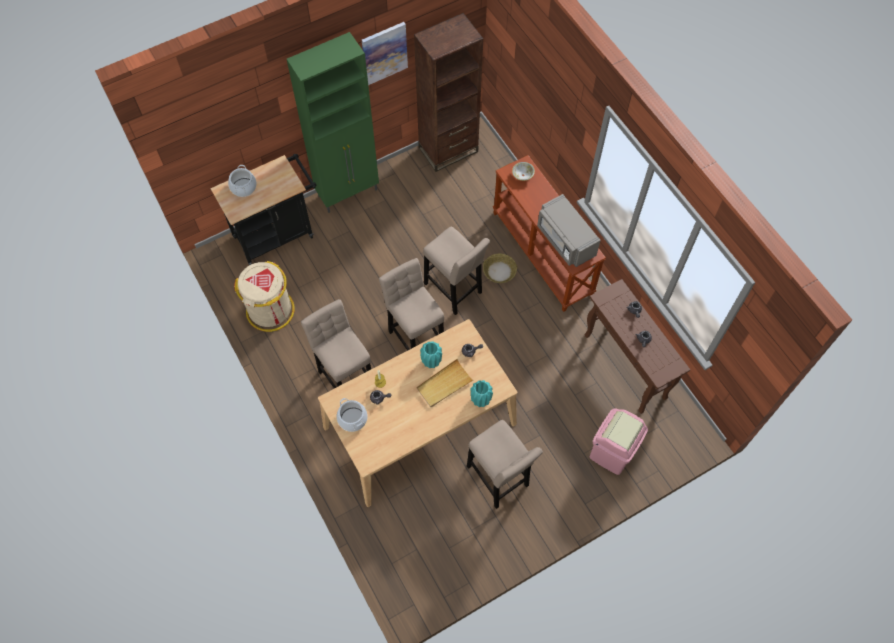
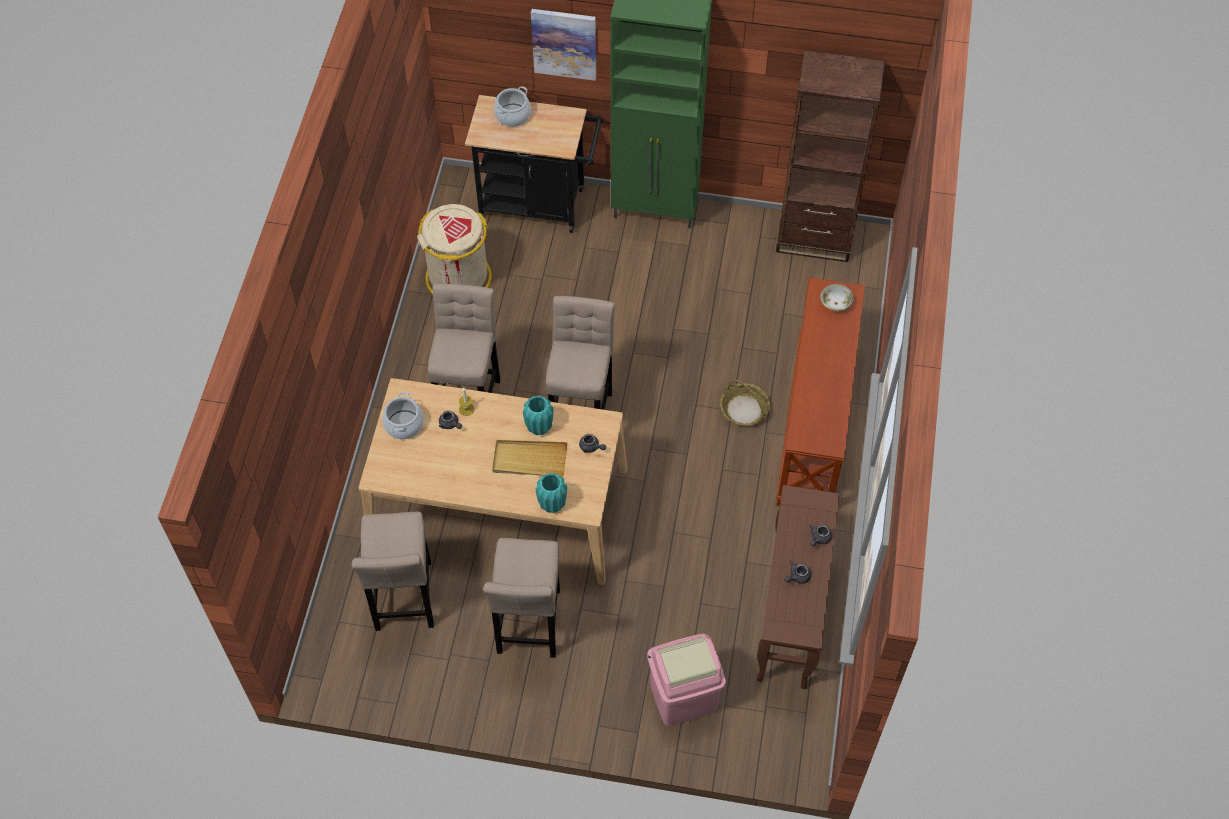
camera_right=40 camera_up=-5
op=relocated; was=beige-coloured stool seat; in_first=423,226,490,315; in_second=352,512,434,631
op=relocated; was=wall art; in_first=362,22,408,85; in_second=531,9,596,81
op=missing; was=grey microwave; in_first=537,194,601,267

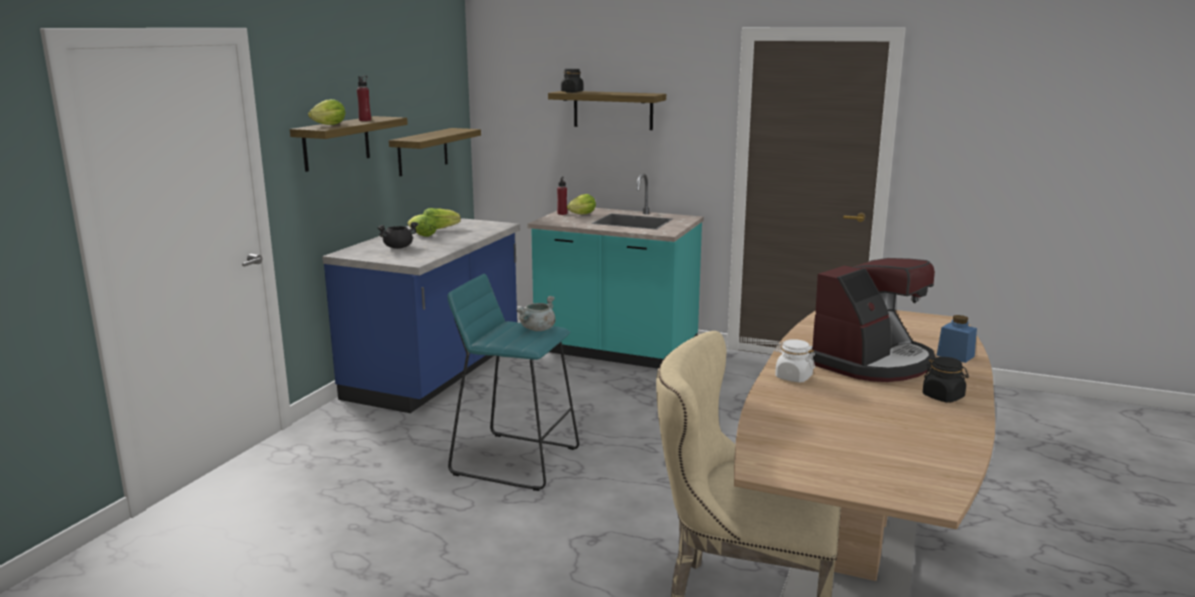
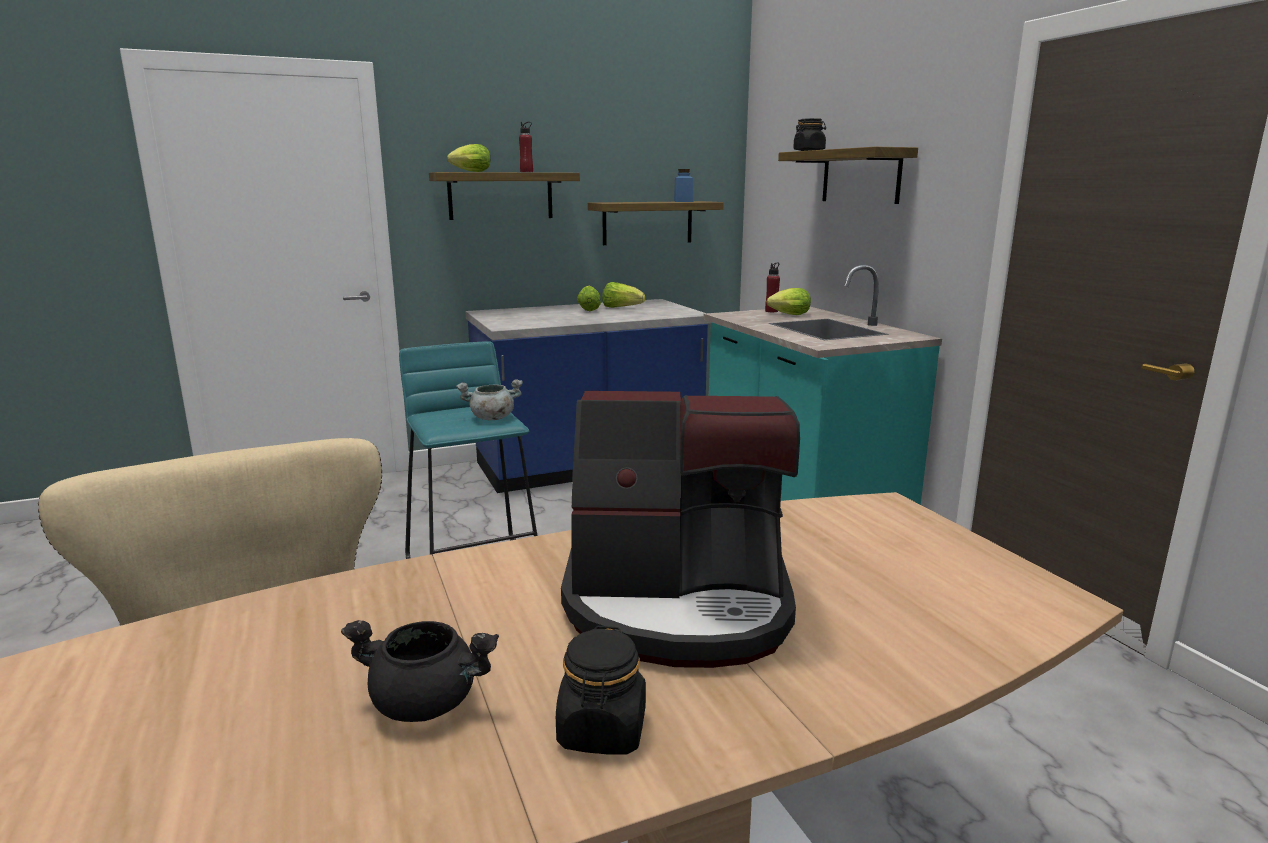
camera_right=45 camera_up=0
op=relocated; was=black-coloured saucepot; in_first=377,222,418,249; in_second=341,620,499,722
op=relocated; was=bluish jar; in_first=936,315,977,363; in_second=674,169,693,202
op=missing; was=whitish jar; in_first=775,339,815,383

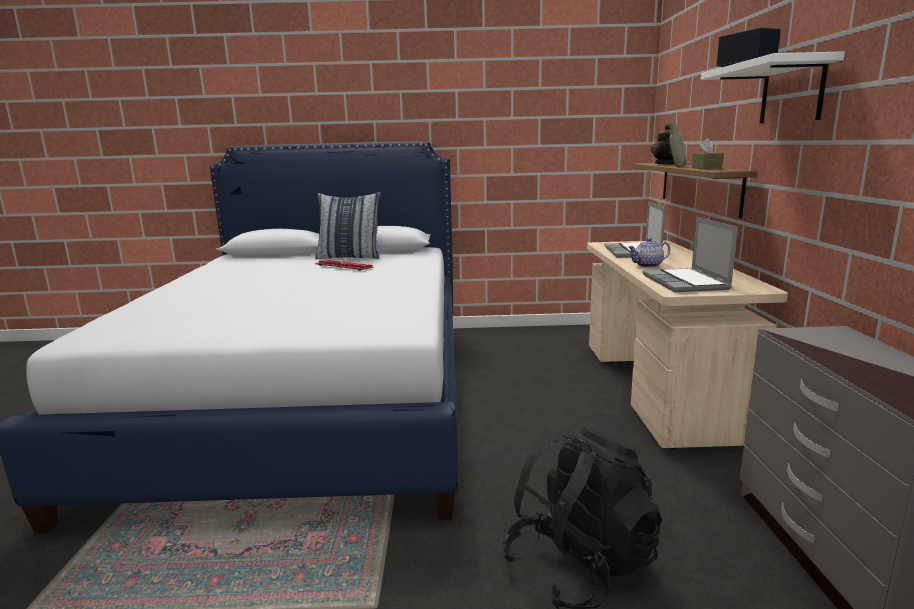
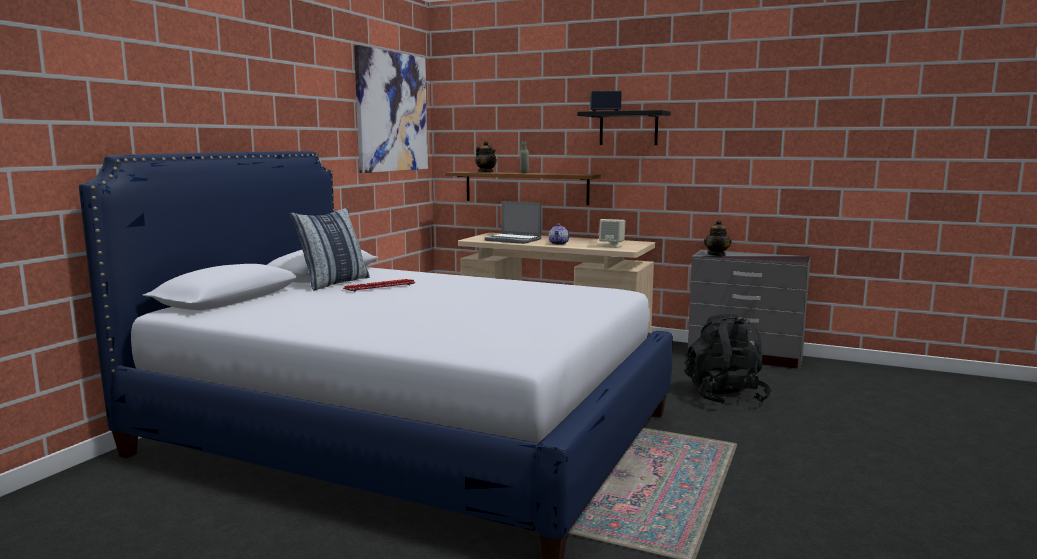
camera_right=-65 camera_up=-5
op=appeared; now=wall art; in_second=354,45,428,173
op=colour; was=whitish bracket shelf; now=black-coloured bracket shelf; in_first=701,51,845,124; in_second=577,110,671,145
op=exchanged; was=notebook computer; now=beige-coloured audio speaker; in_first=642,217,738,292; in_second=599,219,625,248
op=appeared; now=teapot; in_second=704,219,732,256
op=missing; was=brownish tissue holder; in_first=692,138,724,170

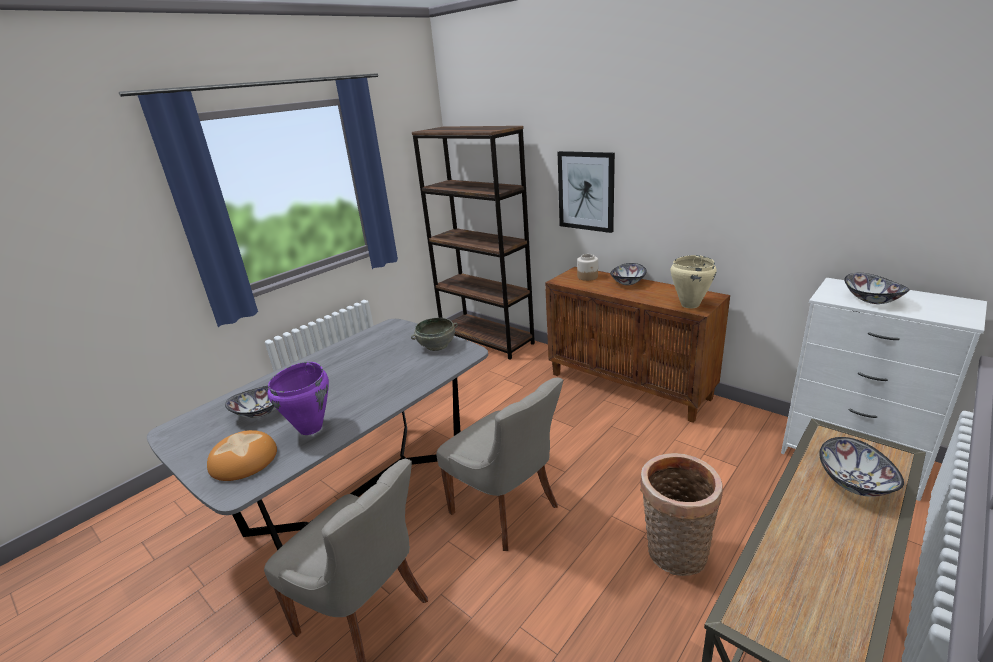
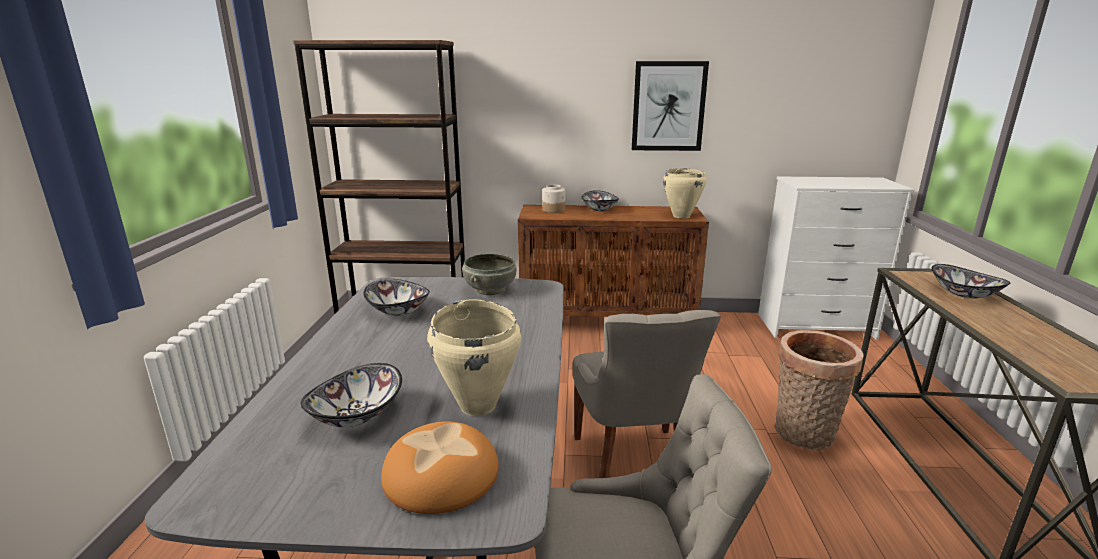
camera_right=-40 camera_up=-5
op=relocated; was=serving bowl; in_first=844,273,910,304; in_second=363,279,430,316
op=colour; was=purple saucepot; now=beige-coloured saucepot; in_first=268,362,329,435; in_second=427,299,521,416
op=spun; was=grey chair; in_first=436,377,563,551; in_second=573,310,721,478; clockwise=75
op=relocated; was=wall art; in_first=558,151,615,233; in_second=632,61,709,151

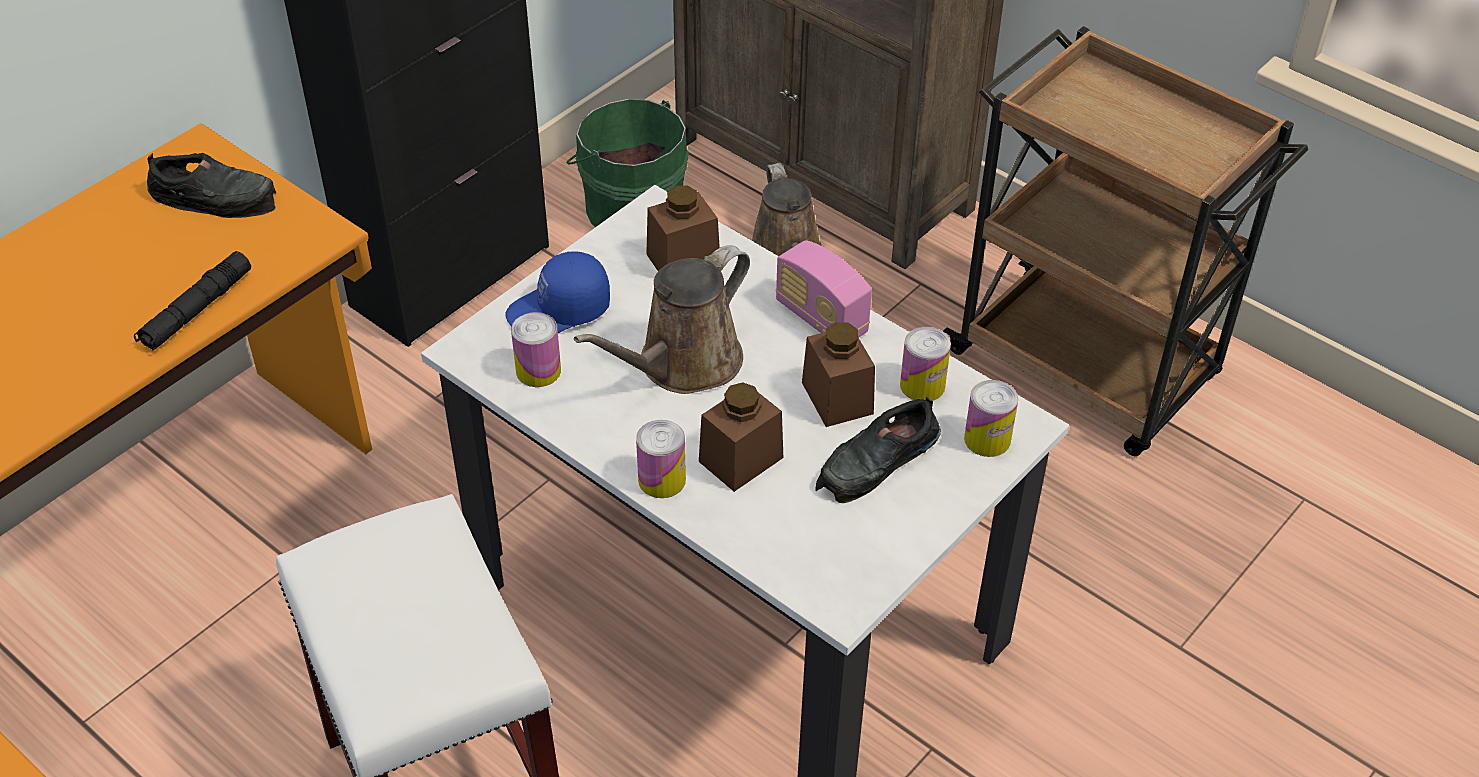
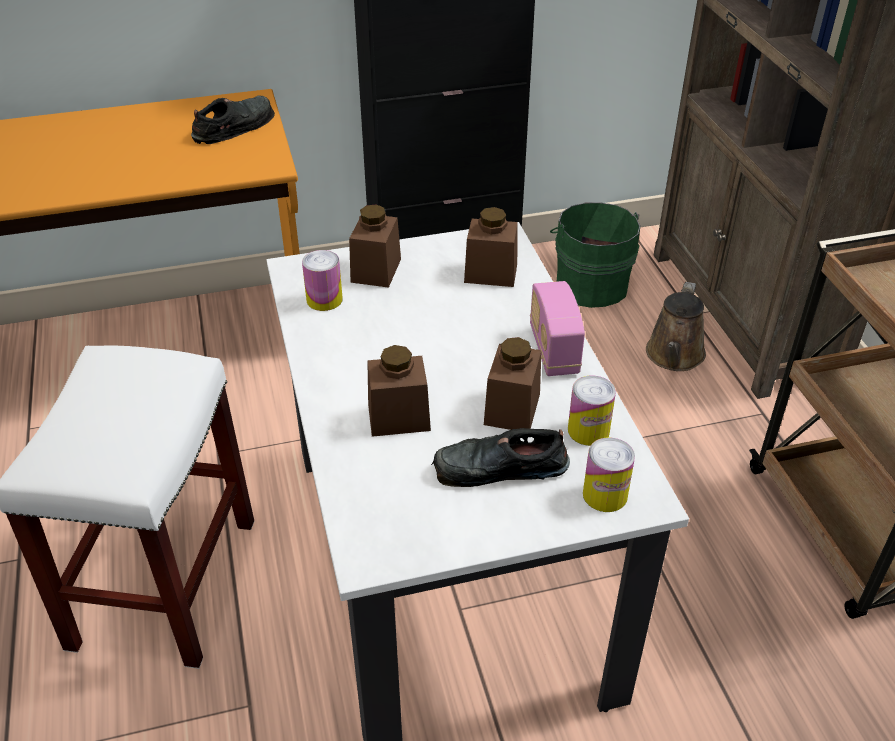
camera_right=35 camera_up=-5
op=spun; was=black-coloured low shoe; in_first=147,153,276,218; in_second=191,96,275,144; clockwise=-90
op=exchanged; was=bluish cap; now=brownish jar; in_first=505,251,610,333; in_second=349,205,401,288
op=missing; was=black-coloured flashlight; in_first=134,251,251,351
op=missing; was=brownish watering pot; in_first=574,245,750,394
op=missing; was=can; in_first=636,420,686,498

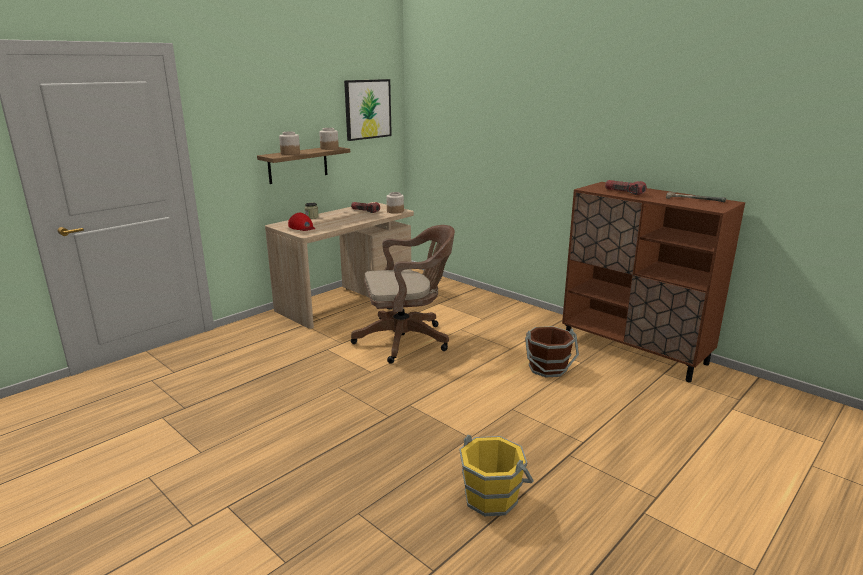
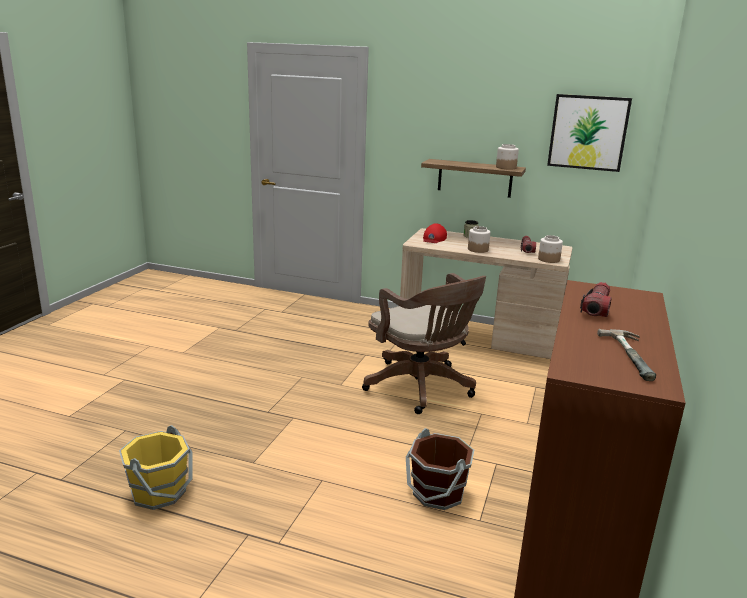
camera_right=65 camera_up=0
op=relocated; was=jar; in_first=279,132,300,155; in_second=468,226,490,253

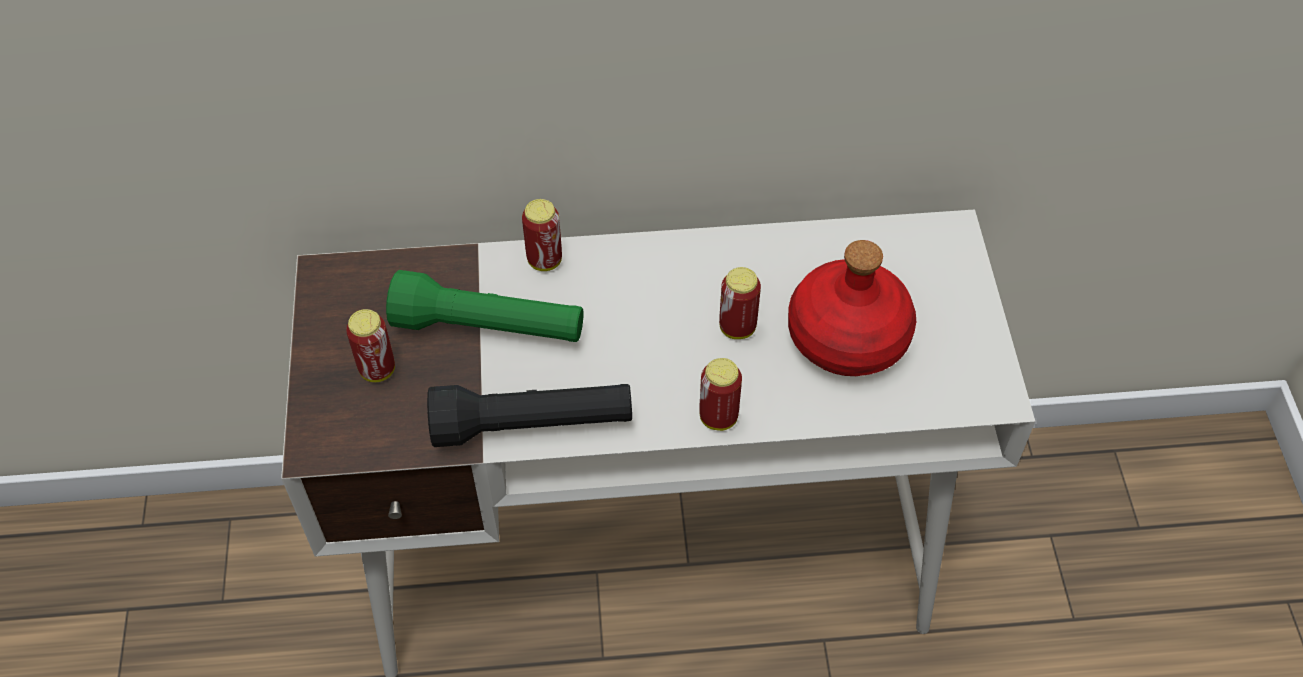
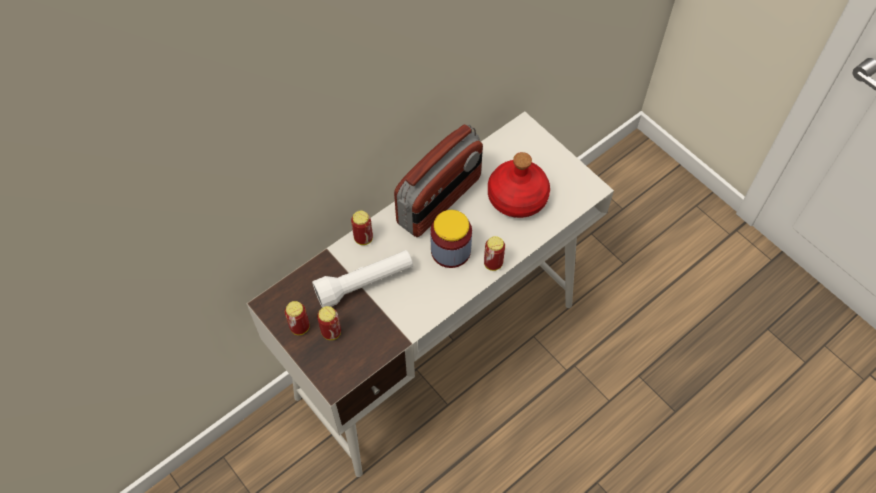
camera_right=-35 camera_up=5
op=relocated; was=can; in_first=719,267,761,339; in_second=285,301,310,335
op=colour; was=green-coloured flashlight; now=whitish flashlight; in_first=386,270,584,342; in_second=312,250,413,308
op=appeared; now=radio; in_second=394,124,483,237
op=appeared; now=jar; in_second=430,210,472,268
op=missing; was=black-coloured flashlight; in_first=427,384,632,447

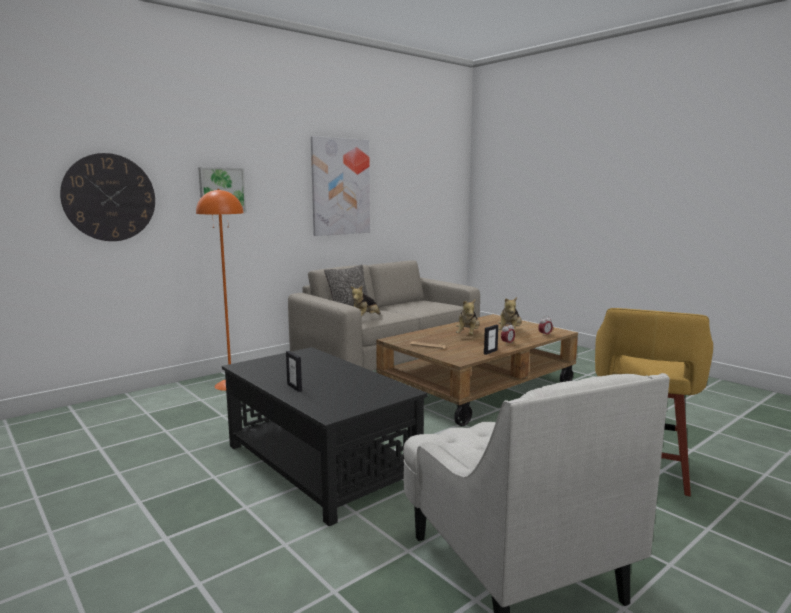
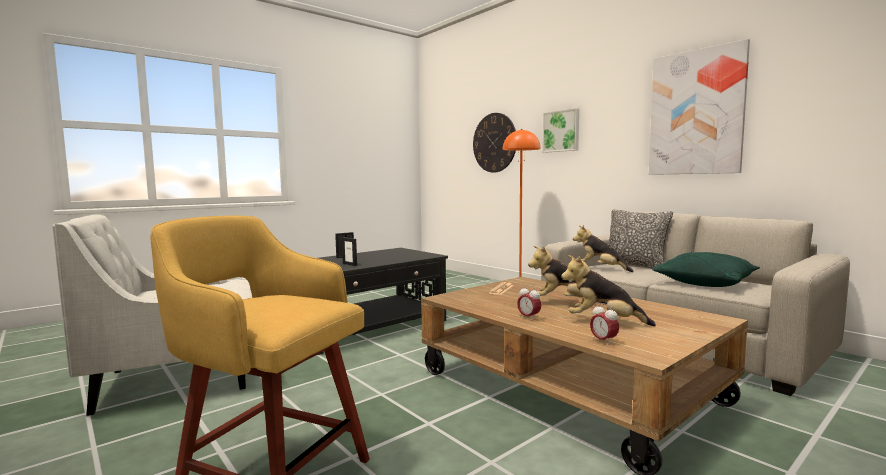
camera_right=90 camera_up=-5
op=relocated; was=standing frame; in_first=484,325,498,355; in_second=342,237,357,266
op=appeared; now=green-coloured pillow; in_second=652,252,760,287

